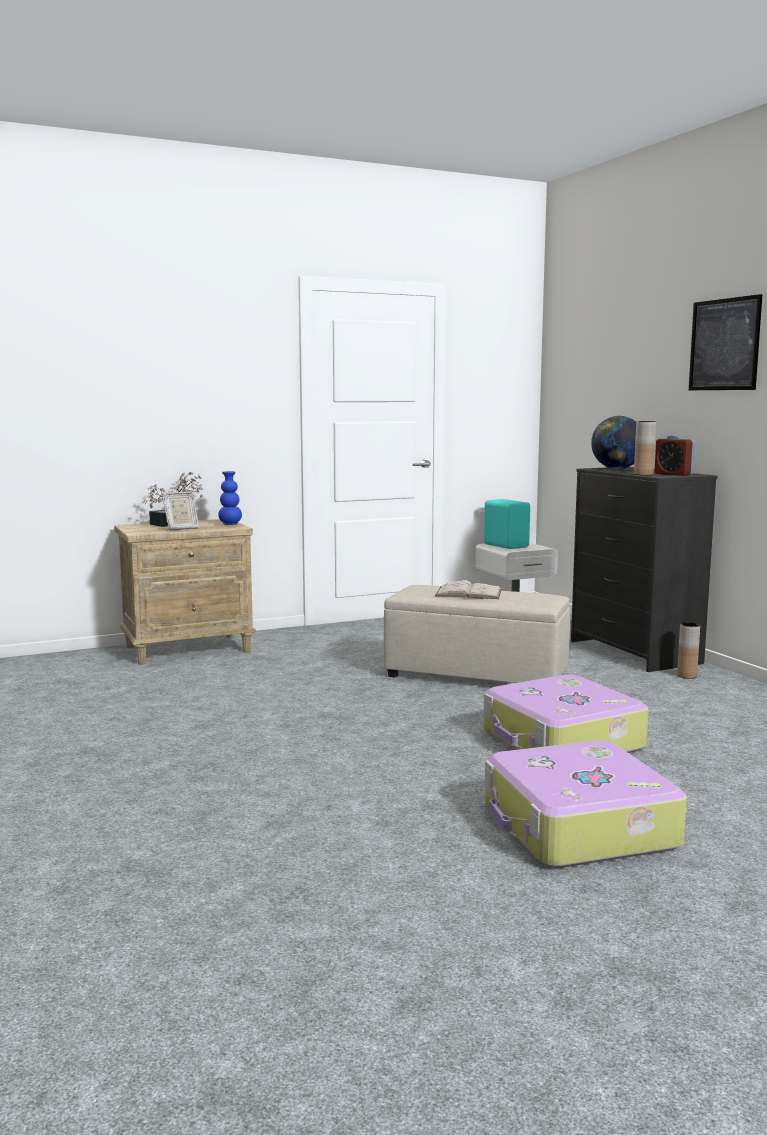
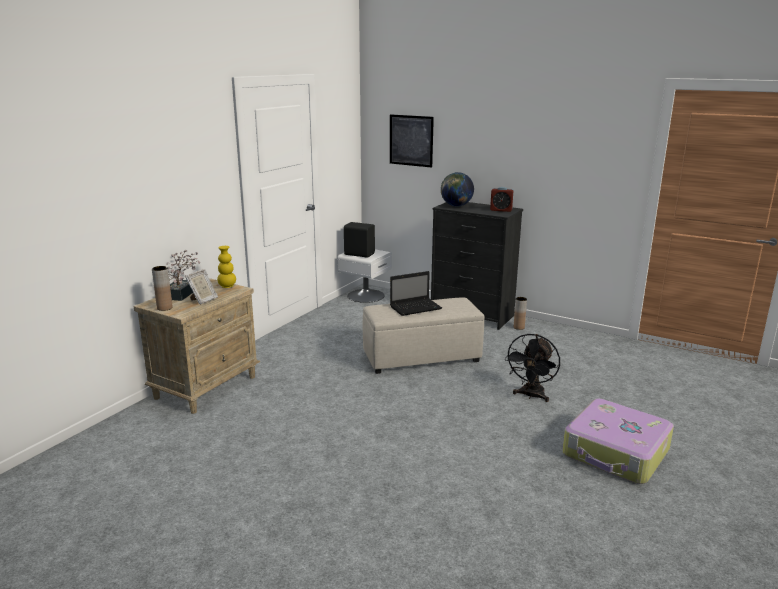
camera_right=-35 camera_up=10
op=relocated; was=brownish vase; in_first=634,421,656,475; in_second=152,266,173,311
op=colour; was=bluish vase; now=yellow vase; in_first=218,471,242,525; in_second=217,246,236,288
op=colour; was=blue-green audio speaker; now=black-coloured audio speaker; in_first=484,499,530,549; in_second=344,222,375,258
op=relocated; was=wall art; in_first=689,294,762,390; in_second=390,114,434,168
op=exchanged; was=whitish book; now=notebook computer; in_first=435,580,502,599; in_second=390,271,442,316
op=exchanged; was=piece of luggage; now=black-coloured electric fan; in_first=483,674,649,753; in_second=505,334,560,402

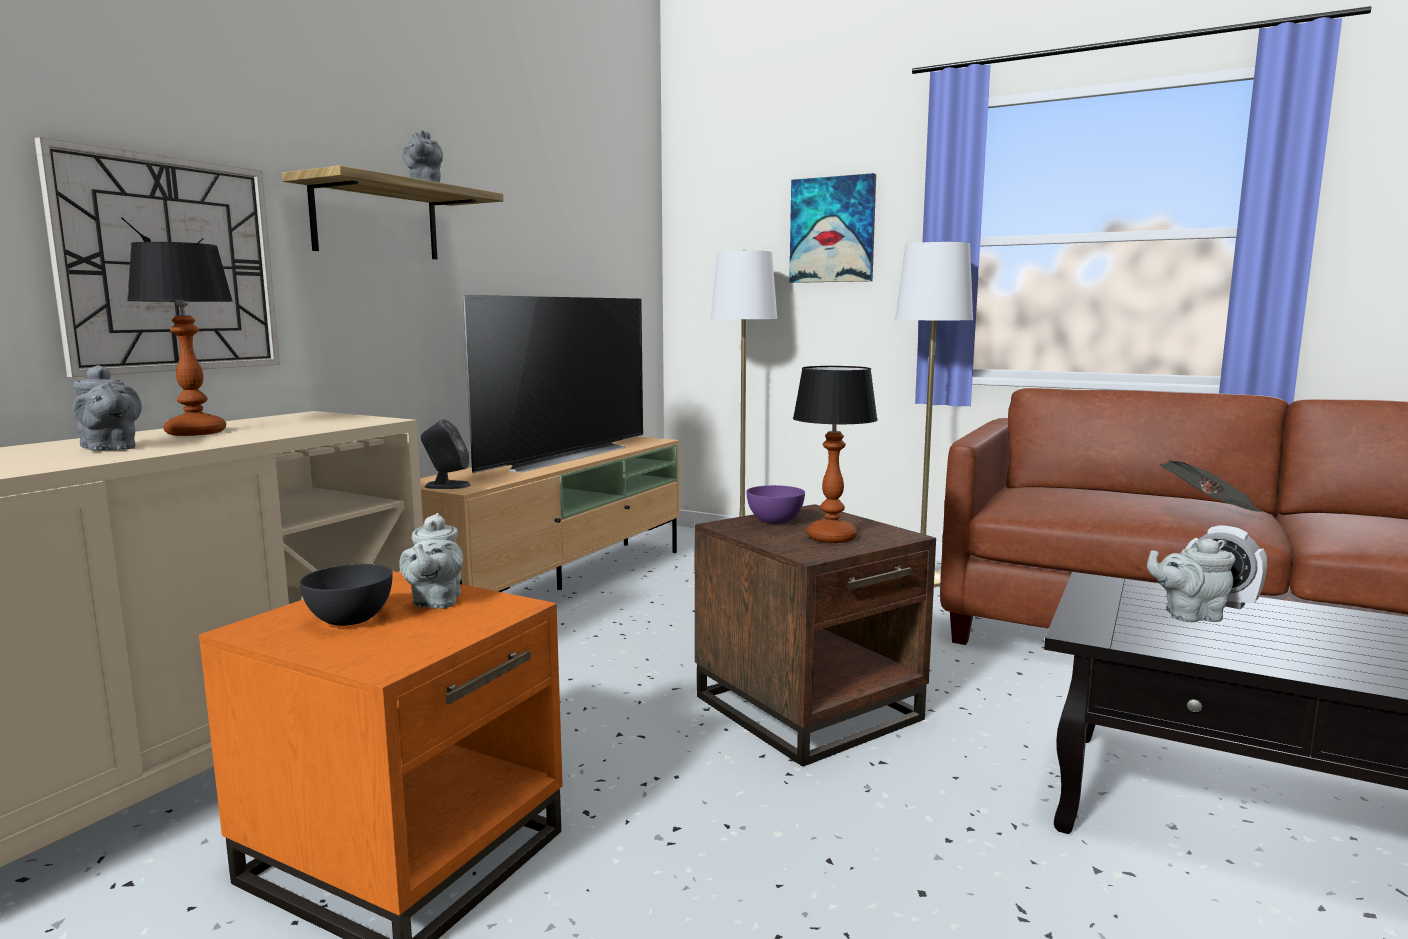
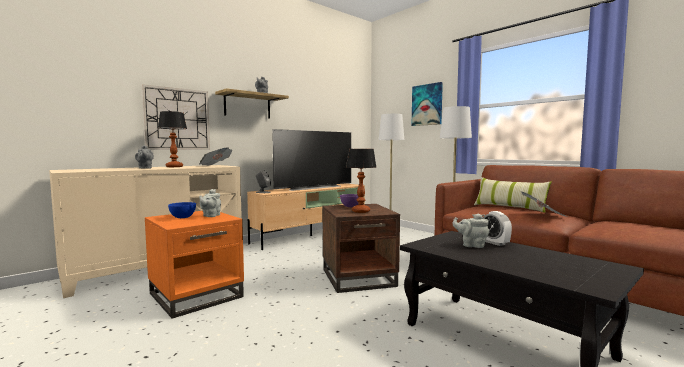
camera_right=20 camera_up=-5
op=colour; was=grey serving bowl; now=bluish serving bowl; in_first=299,564,393,626; in_second=168,202,196,218
op=appeared; now=newspaper; in_second=199,147,233,166
op=appeared; now=pillow; in_second=474,177,552,213

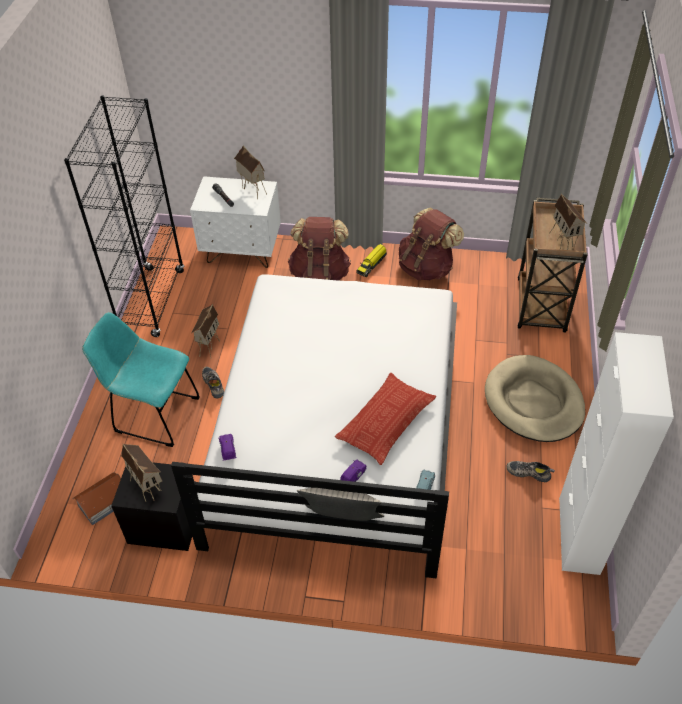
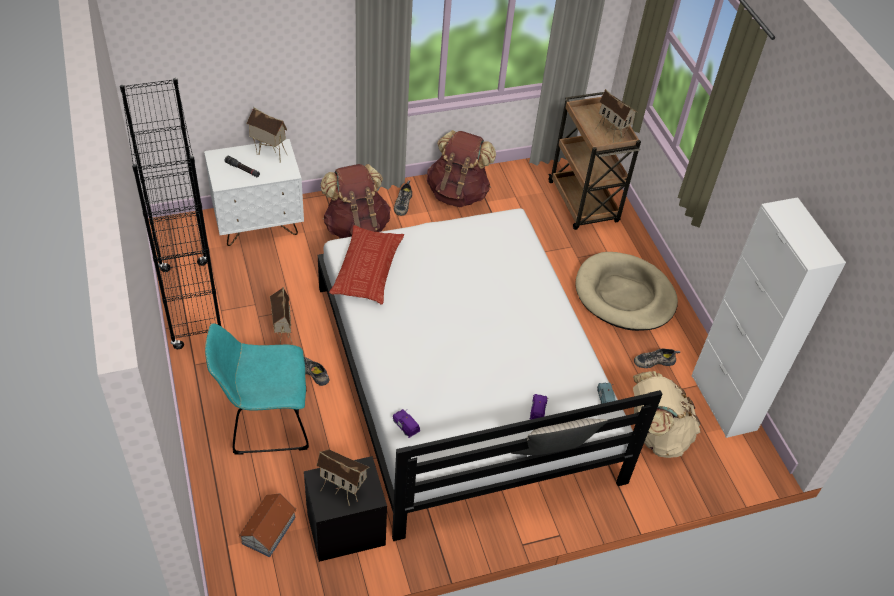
camera_right=-30 camera_up=0
op=relocated; was=pillow; in_first=335,373,436,465; in_second=329,225,404,305
op=exchanged; was=toy lorry; now=low shoe; in_first=356,244,387,277; in_second=394,180,412,216
op=appeared; now=beige-coloured rucksack; in_second=633,371,701,458

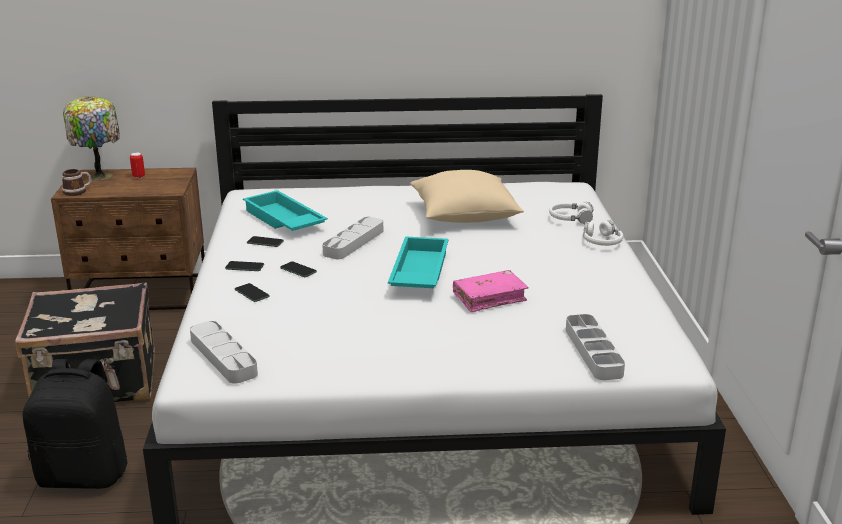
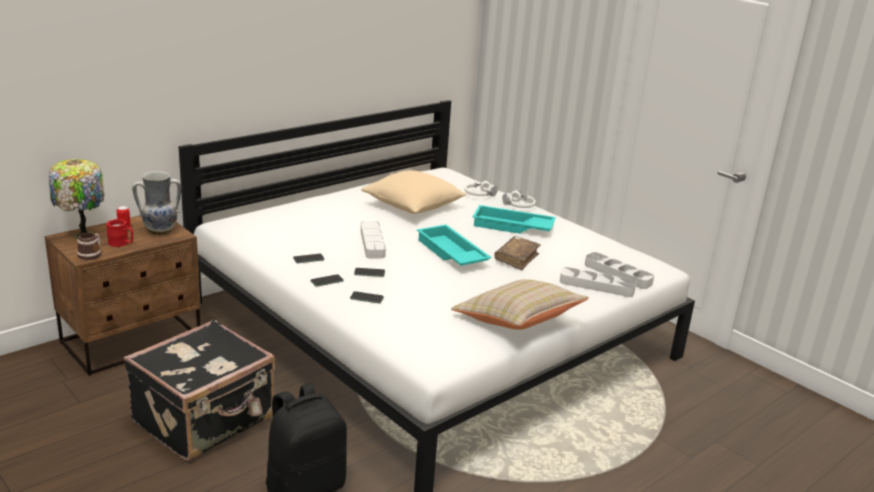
camera_right=-40 camera_up=0
op=appeared; now=reddish mug; in_second=106,219,133,247
op=appeared; now=vase; in_second=132,171,181,235
op=appeared; now=beige-coloured pillow; in_second=451,279,589,330
op=relocated; was=blue-green carrying tray; in_first=243,190,328,231; in_second=473,205,556,234
op=colour; was=pink-coloured book; now=brownish book; in_first=453,270,529,312; in_second=494,236,541,270
op=relocated; was=grey carrying tray; in_first=190,321,258,384; in_second=560,267,636,297

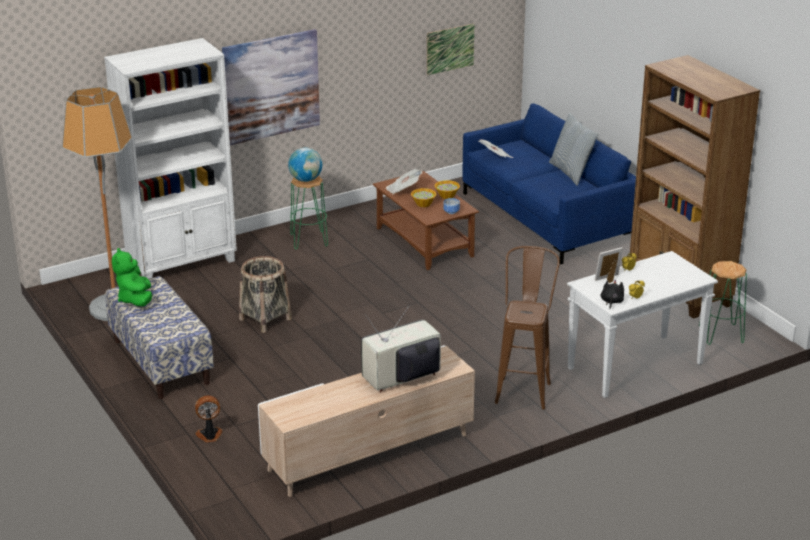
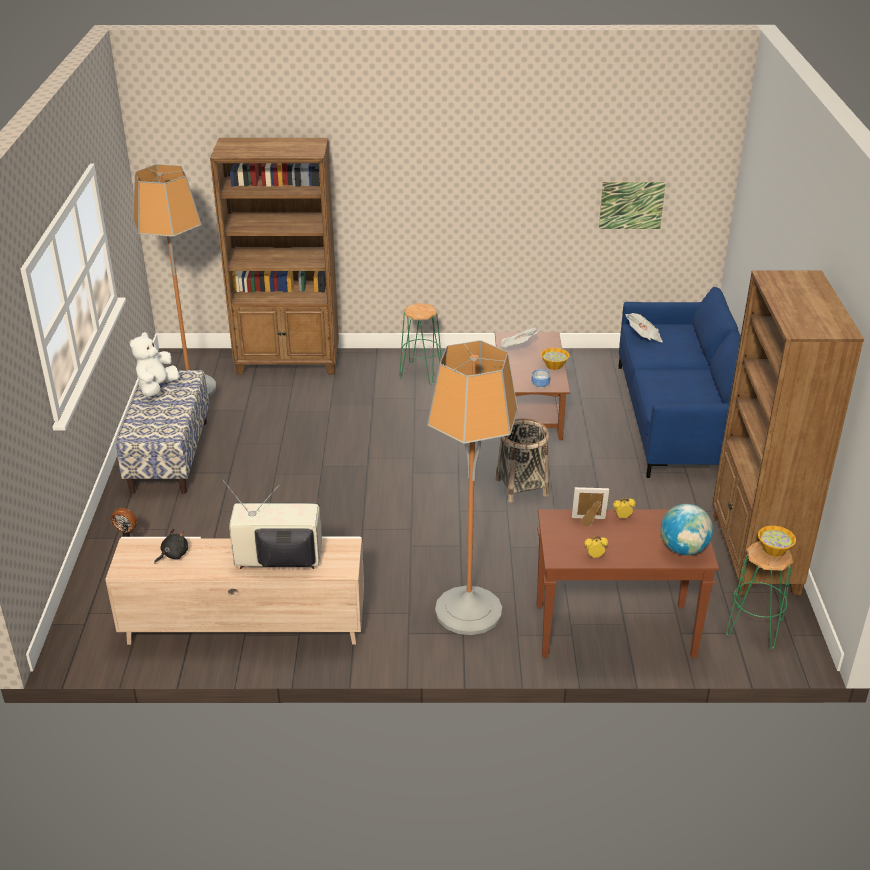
camera_right=30 camera_up=5
op=colour; was=green-coloured plush toy; now=whitish plush toy; in_first=112,248,152,306; in_second=130,332,179,397
op=relocated; was=black-coloured plush toy; in_first=601,280,624,309; in_second=154,529,188,564
op=colour; was=whitish shelving unit; now=brownish shelving unit; in_first=104,38,237,279; in_second=210,138,339,375
op=exchanged; was=brownish stool seat; now=floor lamp; in_first=495,246,560,409; in_second=427,340,518,635
op=relocated; was=basket; in_first=239,256,292,333; in_second=496,419,549,503
op=colour; was=whitish narrow table; now=brownish narrow table; in_first=567,251,718,398; in_second=537,509,719,658
op=relocated; was=globe; in_first=288,148,322,182; in_second=661,504,713,555
op=relocated; was=serving bowl; in_first=411,188,437,207; in_second=758,525,796,557
op=missing; was=wall art; in_first=222,29,320,145
op=missing; was=pillow; in_first=549,112,599,186

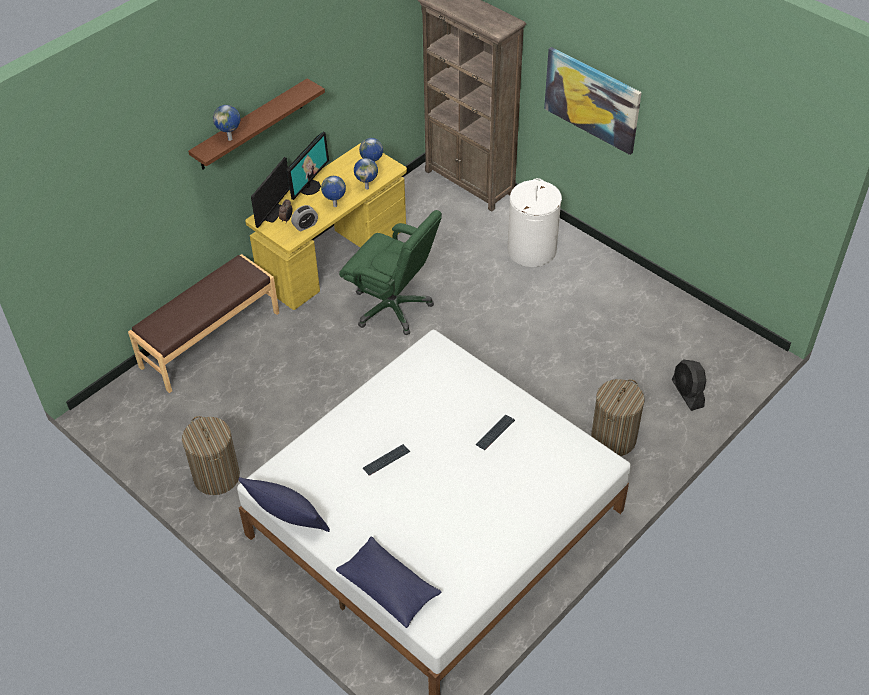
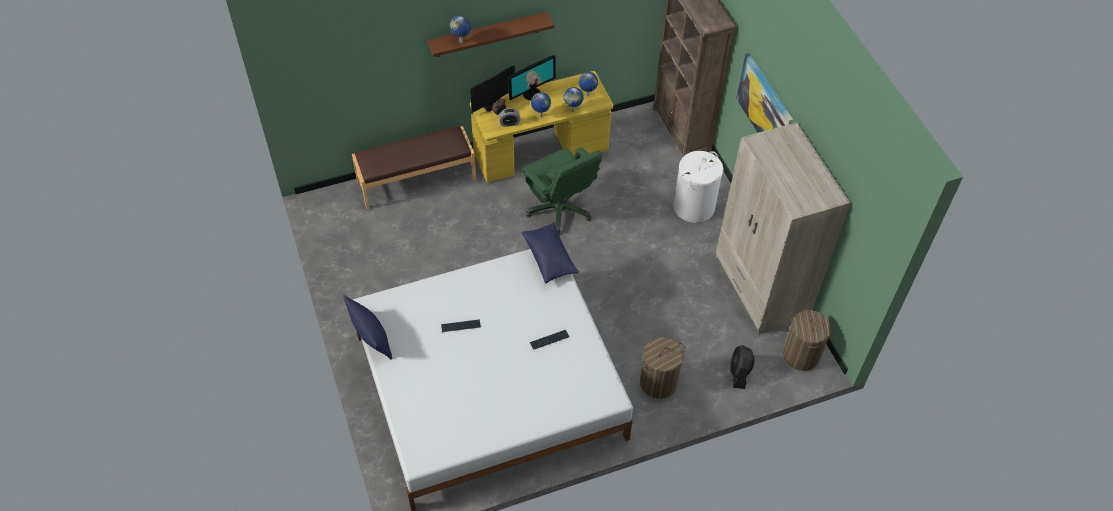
camera_right=25 camera_up=5
op=relocated; was=bluish pillow; in_first=336,536,442,628; in_second=522,223,579,284
op=appeared; now=beige-coloured wardrobe; in_second=716,122,851,335
op=relocated; was=laundry basket; in_first=182,416,240,495; in_second=783,307,831,371

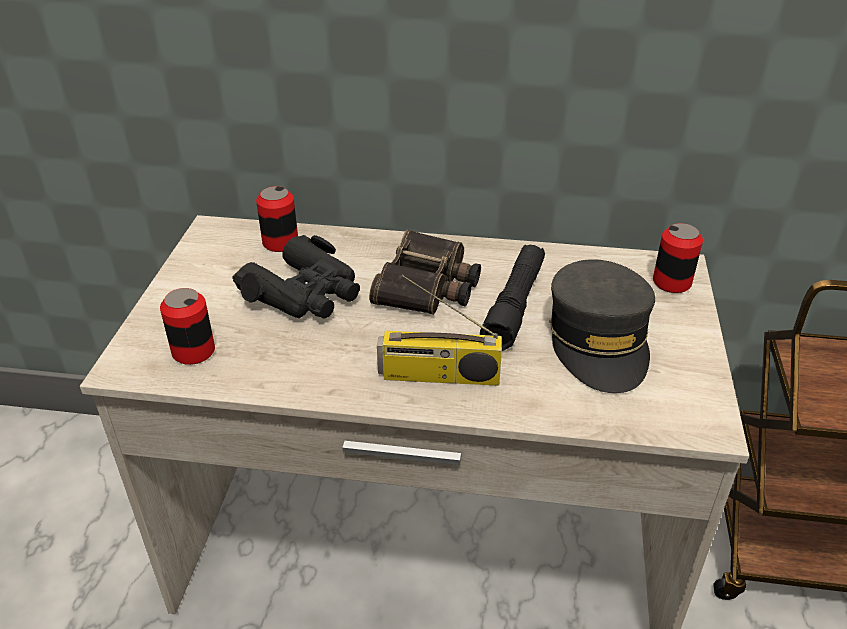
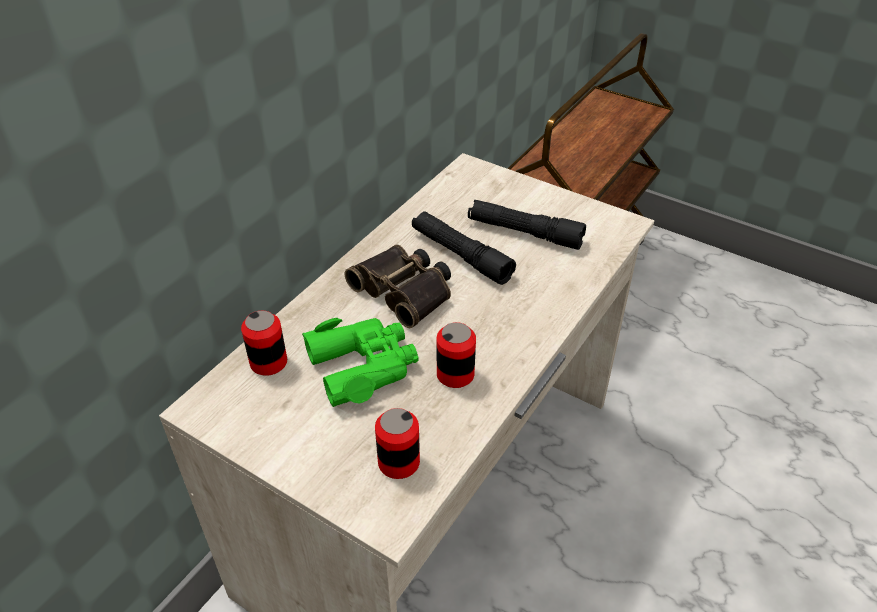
camera_right=-65 camera_up=5
op=colour; was=black-coloured pair of binoculars; now=green-coloured pair of binoculars; in_first=232,235,360,319; in_second=302,318,419,407
op=relocated; was=can; in_first=653,223,703,293; in_second=437,322,476,388
op=exchanged; was=grey cap; now=black-coloured flashlight; in_first=549,259,655,393; in_second=468,200,586,250
op=missing; was=radio; in_first=377,274,502,386

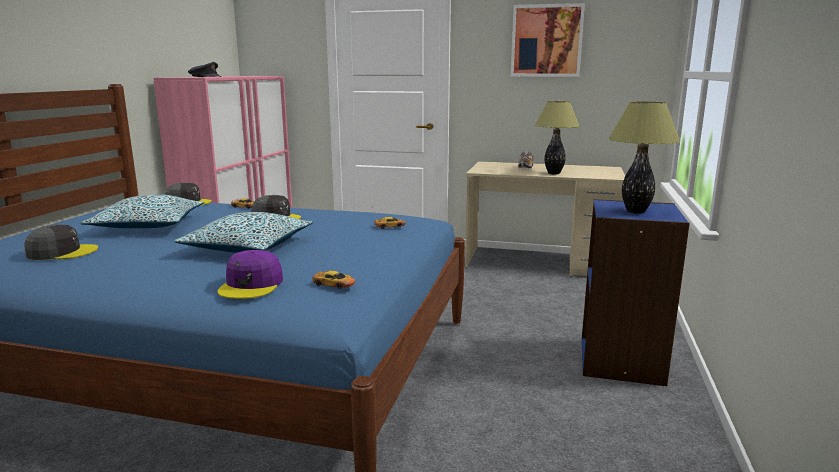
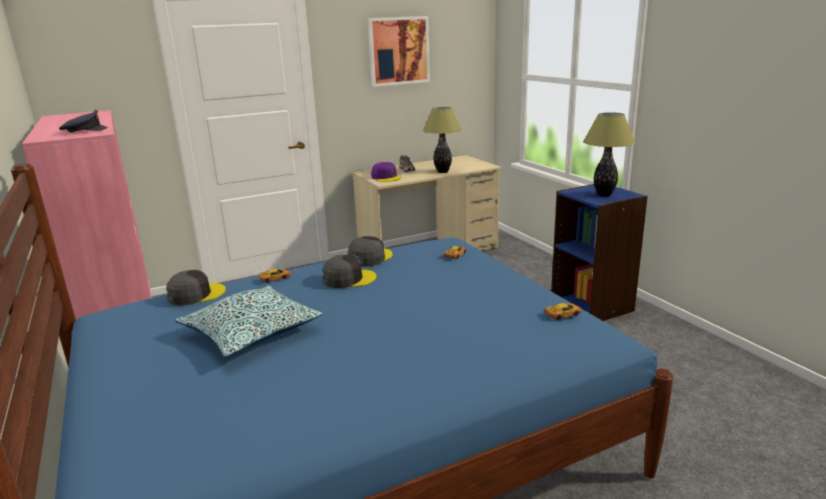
camera_right=-40 camera_up=5
op=relocated; was=grey cap; in_first=24,225,98,260; in_second=348,236,393,267
op=relocated; was=purple cap; in_first=218,250,283,299; in_second=371,162,401,182
op=missing; was=pillow; in_first=174,212,313,253

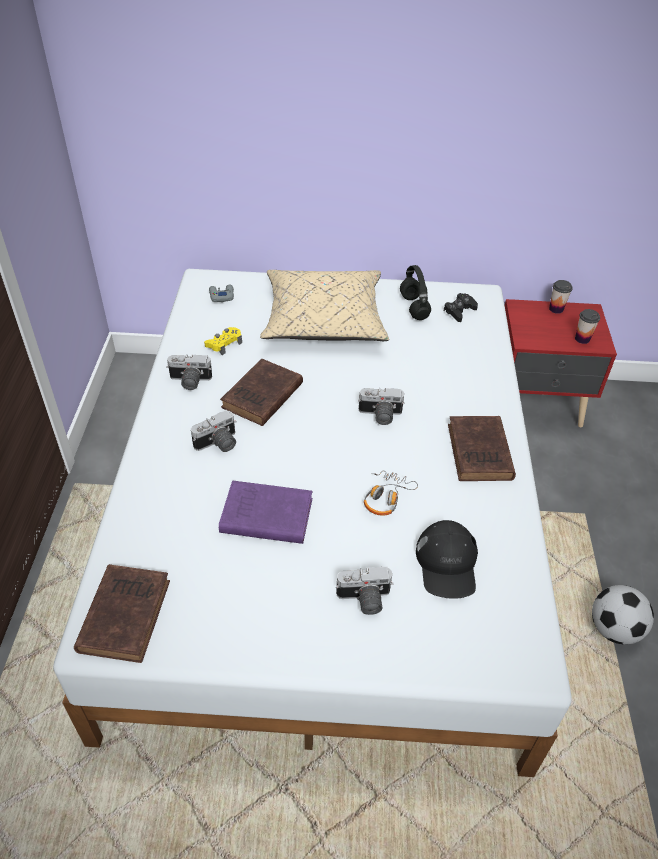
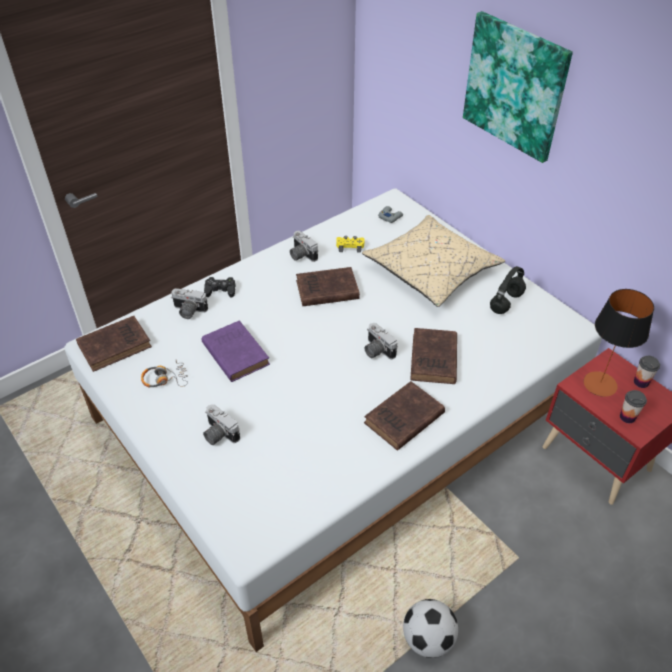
camera_right=50 camera_up=0
op=relocated; was=headset; in_first=364,471,418,516; in_second=141,361,188,388
op=relocated; was=still camera; in_first=191,410,237,452; in_second=172,288,208,319
op=relocated; was=black-coloured joypad; in_first=444,293,478,322; in_second=204,277,236,298
op=appeared; now=brownish book; in_second=410,328,457,384
op=appeared; now=wall art; in_second=463,11,573,163
op=appeared; now=lamp for a table; in_second=583,289,654,397
op=missing; was=black-coloured cap; in_first=416,520,478,599

